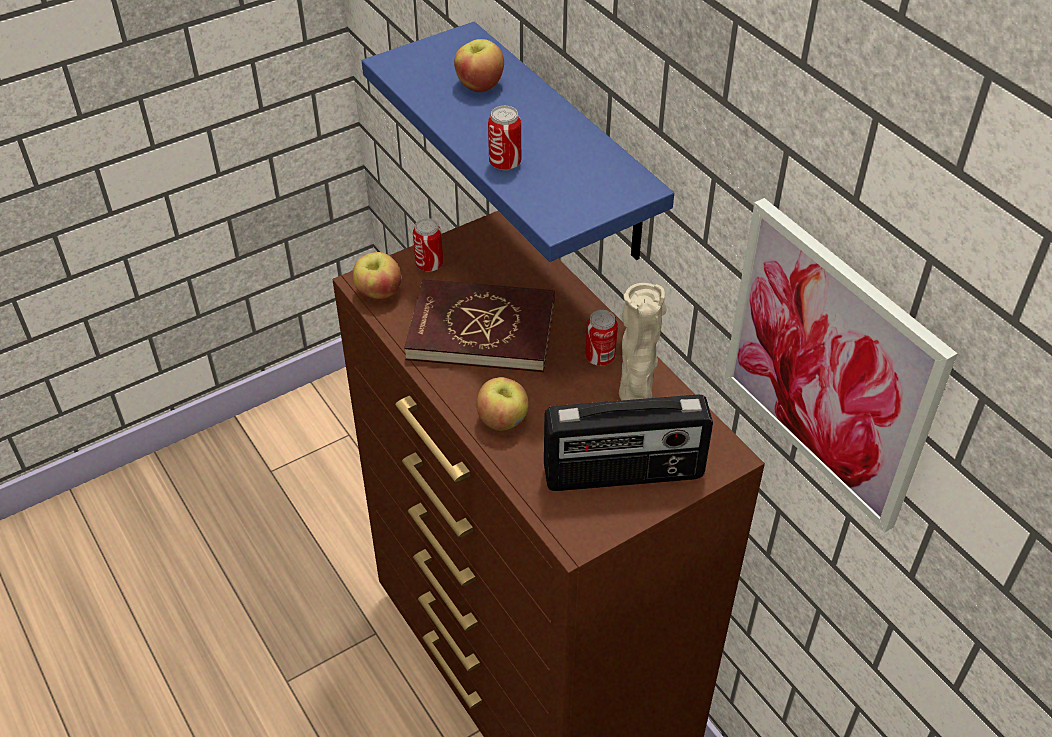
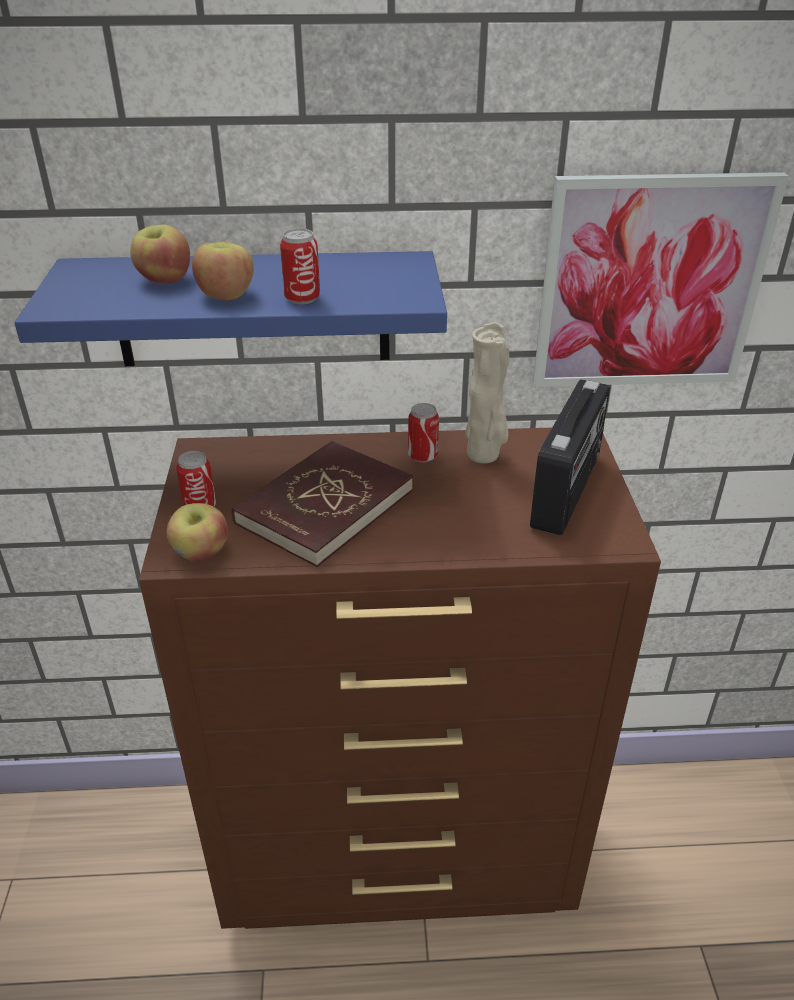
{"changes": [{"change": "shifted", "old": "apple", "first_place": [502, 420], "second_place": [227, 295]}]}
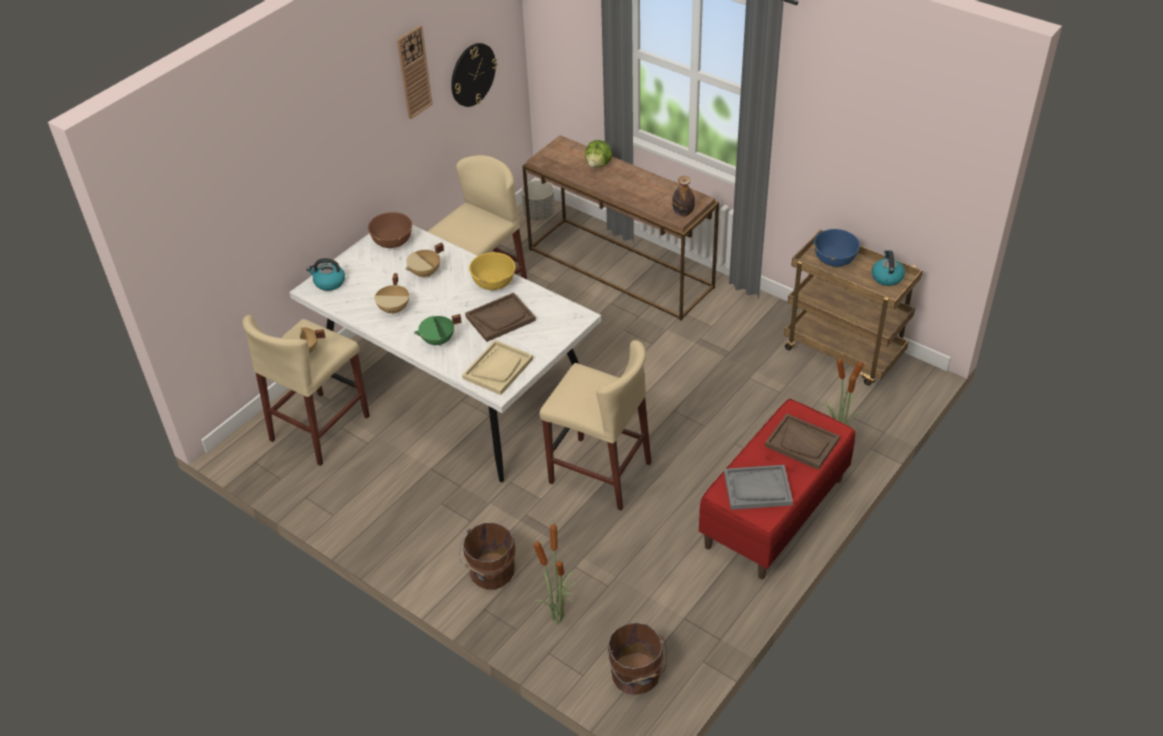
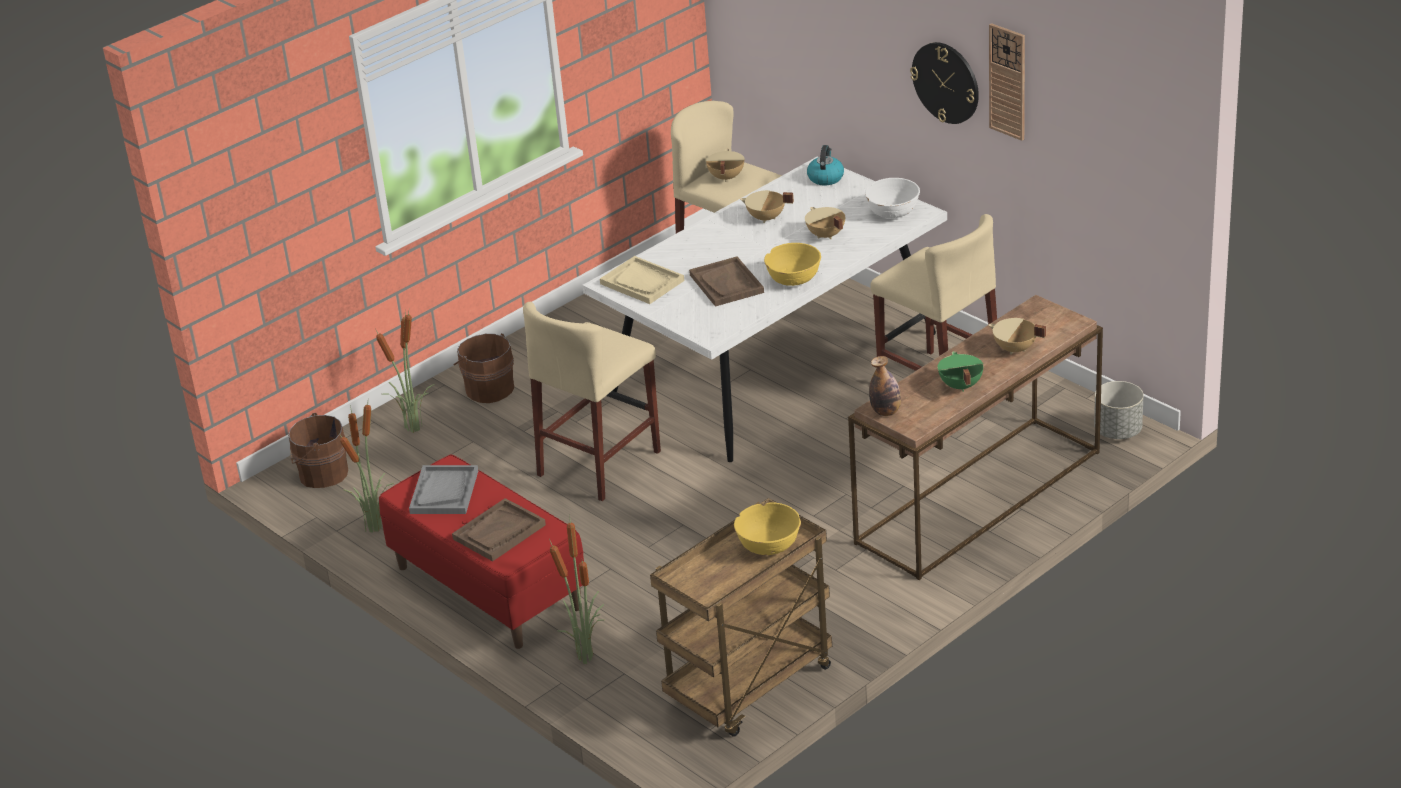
{"changes": [{"change": "new", "new": "potted plant", "second_place": [376, 528]}, {"change": "repainted", "old": "blue bowl", "new": "yellow bowl", "first_place": [834, 259], "second_place": [768, 546]}, {"change": "repainted", "old": "brown bowl", "new": "white bowl", "first_place": [392, 241], "second_place": [893, 213]}, {"change": "shifted", "old": "wall clock", "first_place": [472, 74], "second_place": [946, 82]}, {"change": "shifted", "old": "green cooking pot", "first_place": [438, 341], "second_place": [960, 386]}, {"change": "swapped", "old": "lettuce", "new": "beige cooking pot", "first_place": [598, 165], "second_place": [1015, 349]}, {"change": "gone", "old": "kettle", "first_place": [886, 277]}]}
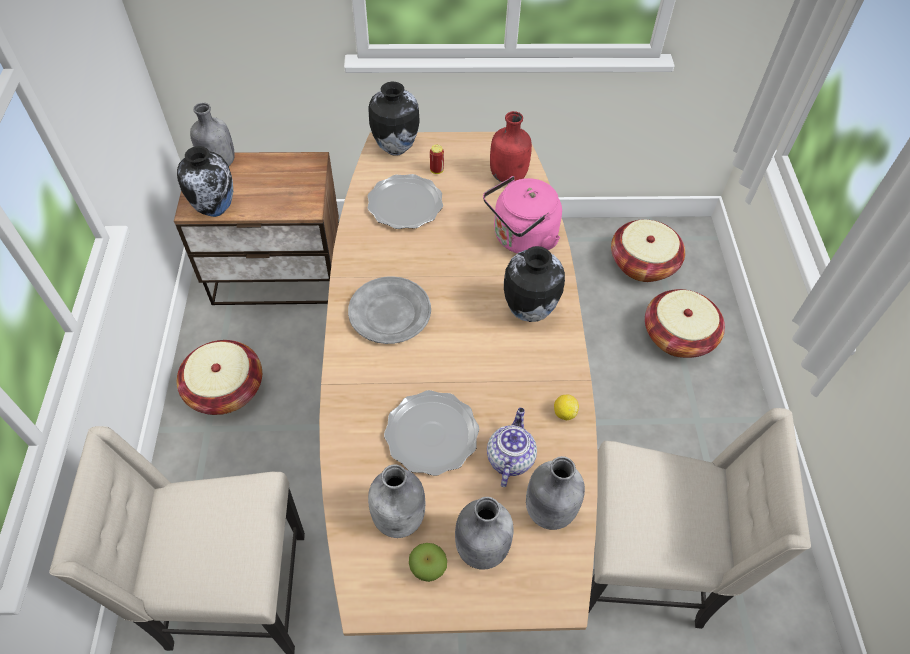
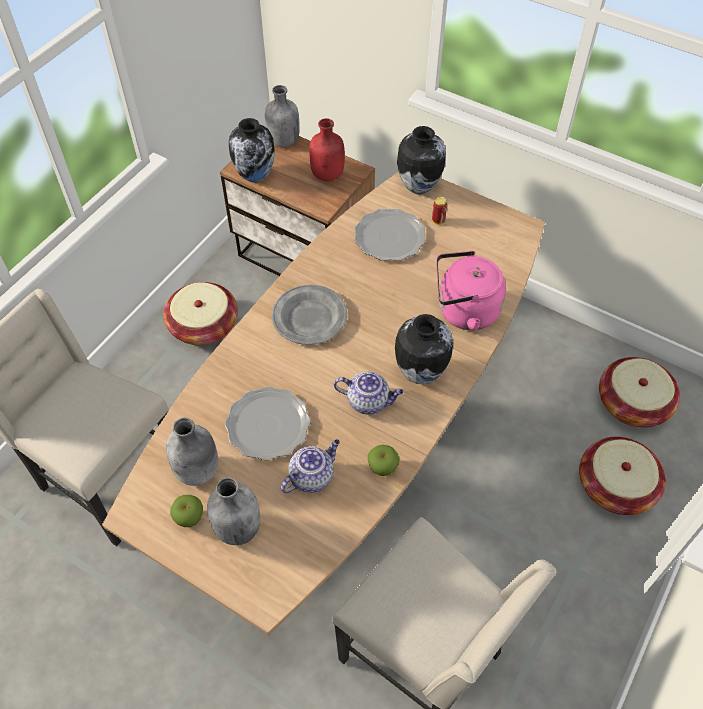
{"changes": [{"change": "shifted", "old": "red bottle", "first_place": [509, 175], "second_place": [328, 174]}, {"change": "new", "new": "teapot", "second_place": [369, 401]}, {"change": "swapped", "old": "lemon", "new": "apple", "first_place": [564, 413], "second_place": [382, 468]}, {"change": "gone", "old": "grey bottle", "first_place": [548, 510]}]}
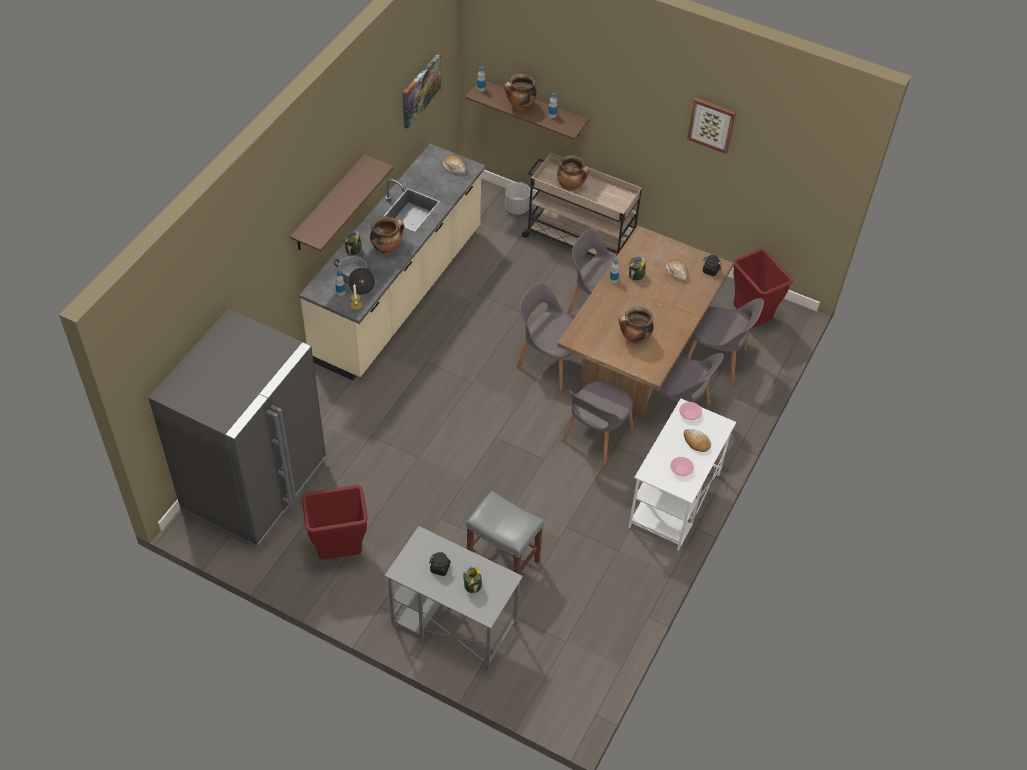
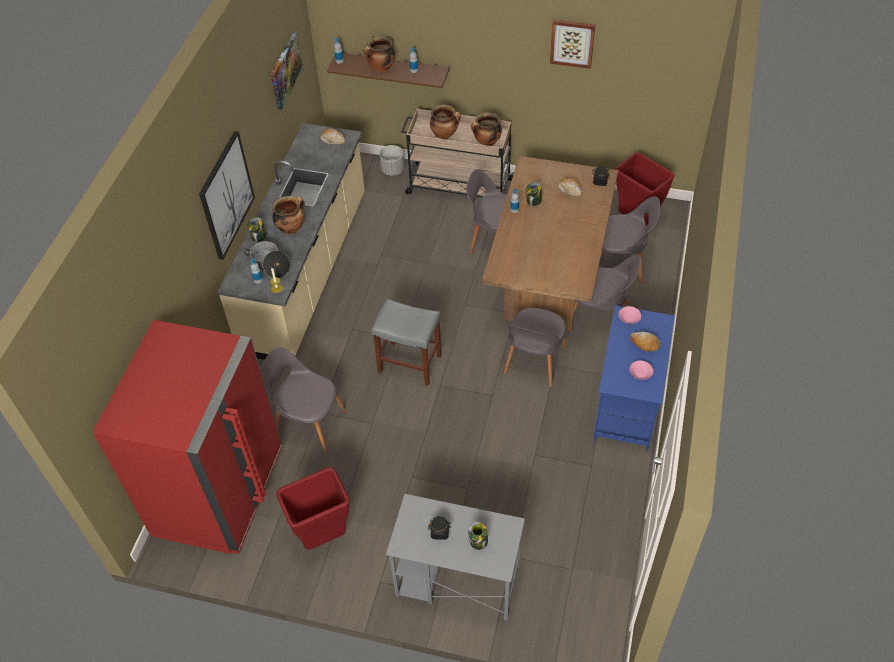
{"changes": [{"change": "repainted", "old": "grey fridge", "new": "red fridge", "first_place": [255, 486], "second_place": [220, 491]}, {"change": "swapped", "old": "brown shelf", "new": "picture", "first_place": [328, 204], "second_place": [226, 195]}, {"change": "shifted", "old": "grey chair", "first_place": [550, 362], "second_place": [308, 423]}, {"change": "shifted", "old": "grey stool", "first_place": [504, 562], "second_place": [411, 363]}, {"change": "shifted", "old": "cooking pot", "first_place": [634, 338], "second_place": [486, 143]}, {"change": "repainted", "old": "white desk", "new": "blue desk", "first_place": [674, 501], "second_place": [627, 405]}]}
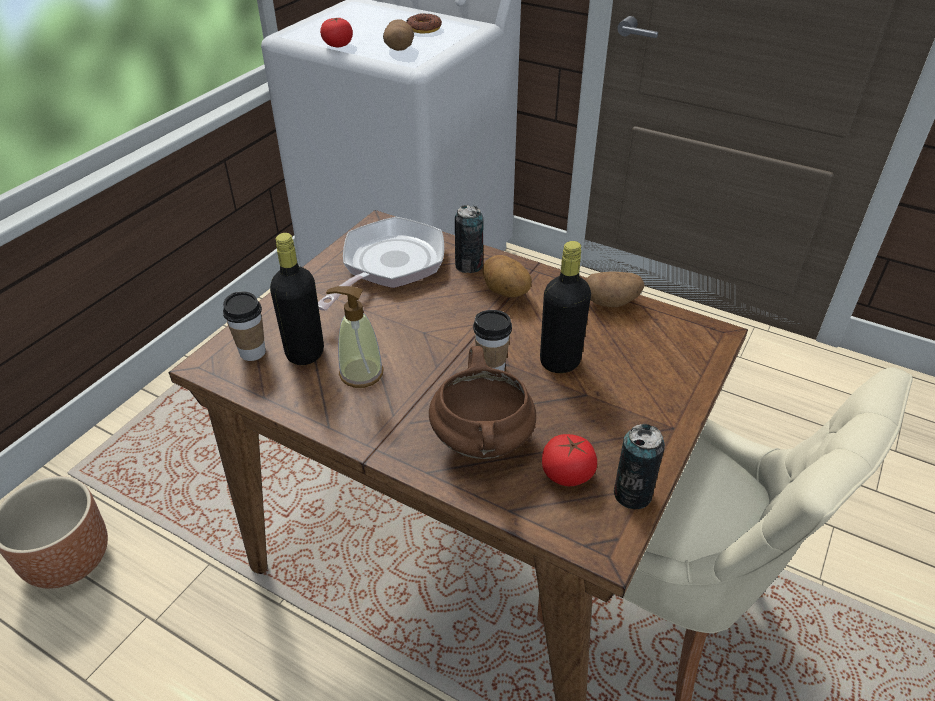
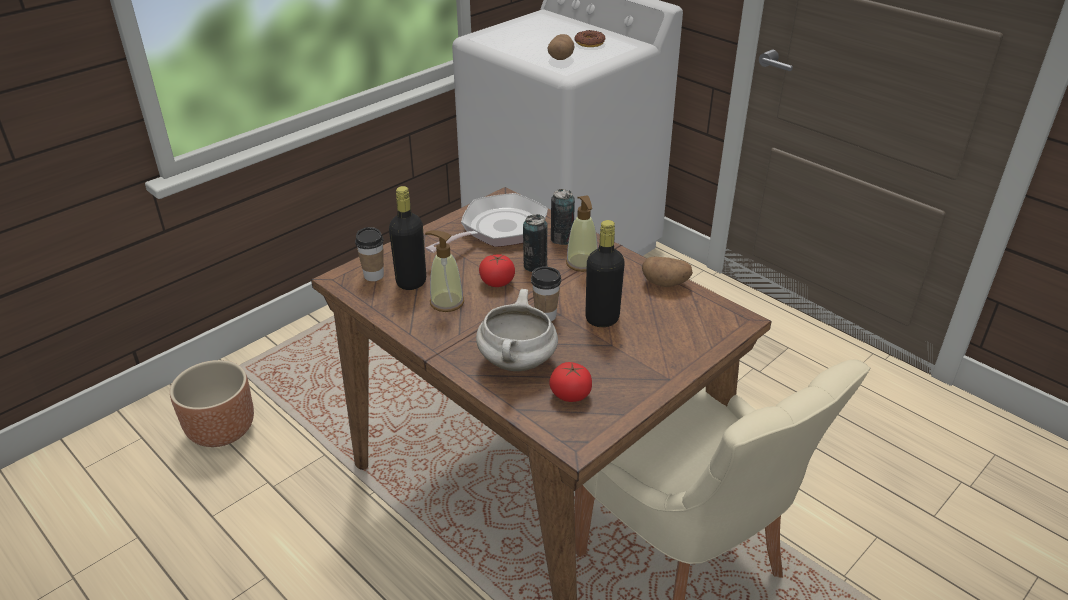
{"changes": [{"change": "repainted", "old": "brown cooking pot", "new": "white cooking pot", "first_place": [483, 441], "second_place": [518, 362]}, {"change": "shifted", "old": "tomato", "first_place": [338, 45], "second_place": [497, 282]}, {"change": "shifted", "old": "can", "first_place": [632, 494], "second_place": [535, 265]}, {"change": "swapped", "old": "potato", "new": "soap dispenser", "first_place": [505, 293], "second_place": [582, 263]}]}
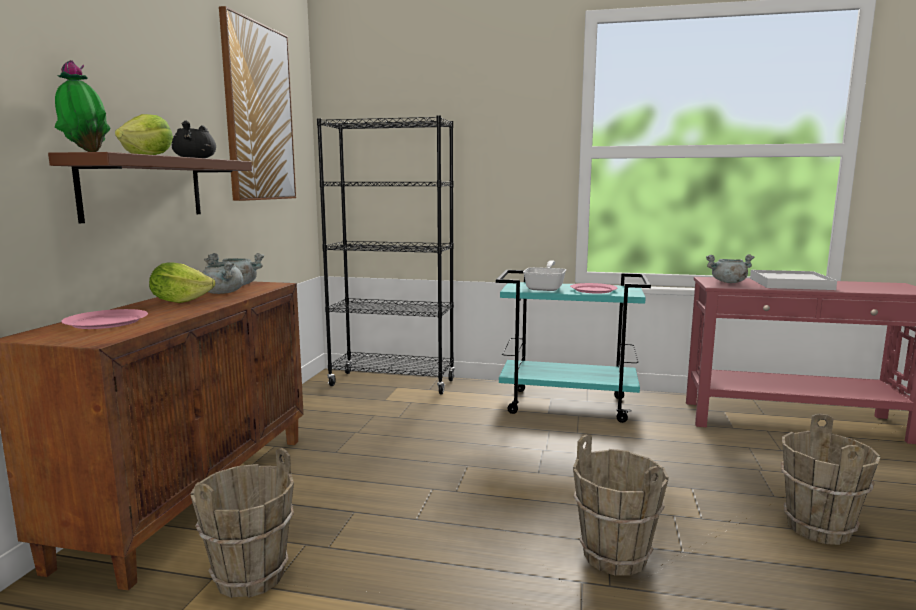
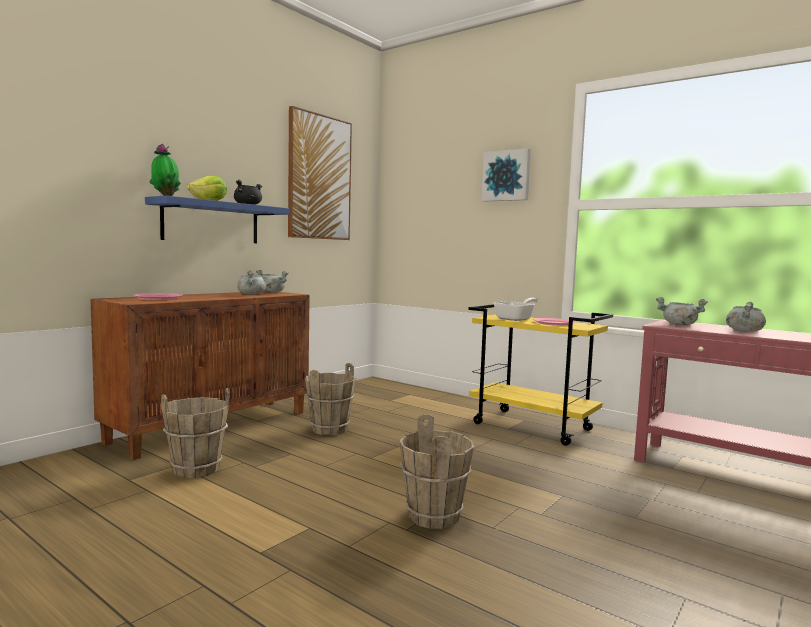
{"changes": [{"change": "repainted", "old": "brown shelf", "new": "blue shelf", "first_place": [143, 188], "second_place": [211, 222]}, {"change": "shifted", "old": "brown bucket", "first_place": [817, 528], "second_place": [329, 429]}, {"change": "repainted", "old": "turquoise cart", "new": "yellow cart", "first_place": [568, 405], "second_place": [533, 427]}, {"change": "new", "new": "picture", "second_place": [506, 176]}, {"change": "swapped", "old": "white tray", "new": "grey cooking pot", "first_place": [790, 284], "second_place": [744, 331]}, {"change": "gone", "old": "lettuce", "first_place": [180, 301]}, {"change": "gone", "old": "black bookcase", "first_place": [392, 383]}]}
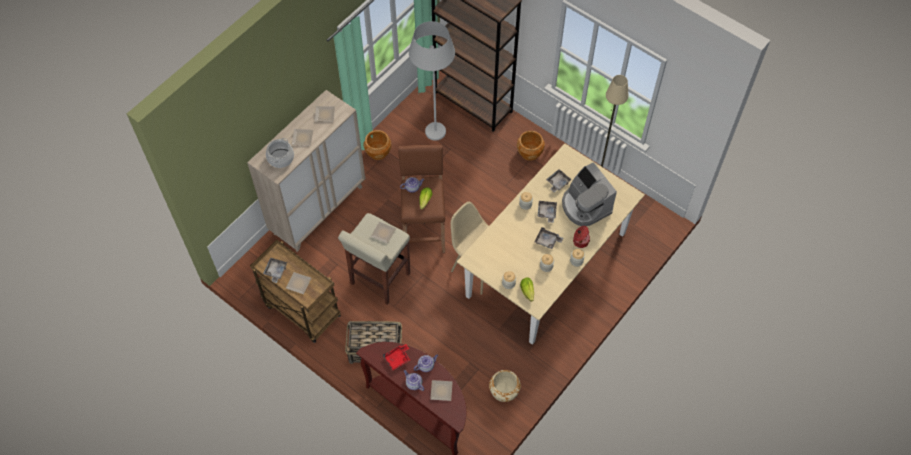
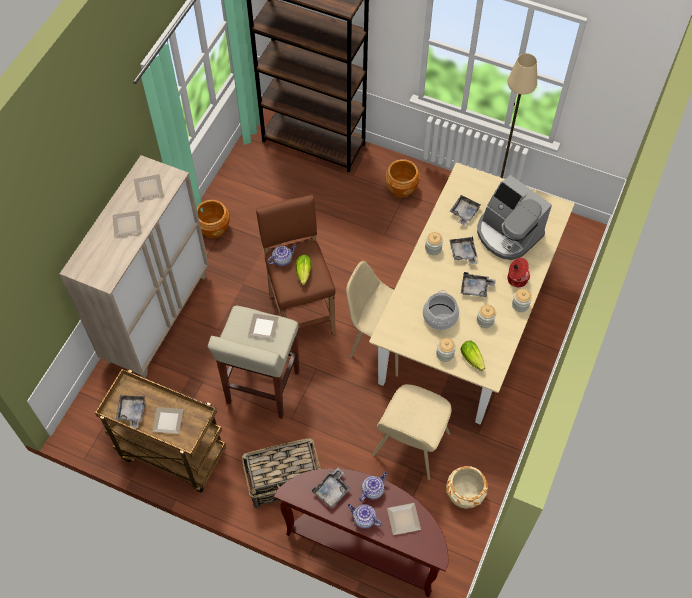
{"changes": [{"change": "repainted", "old": "red tray", "new": "grey tray", "first_place": [397, 359], "second_place": [332, 490]}, {"change": "new", "new": "beige chair", "second_place": [410, 446]}, {"change": "shifted", "old": "cooking pot", "first_place": [281, 158], "second_place": [440, 316]}, {"change": "gone", "old": "white floor lamp", "first_place": [433, 122]}]}
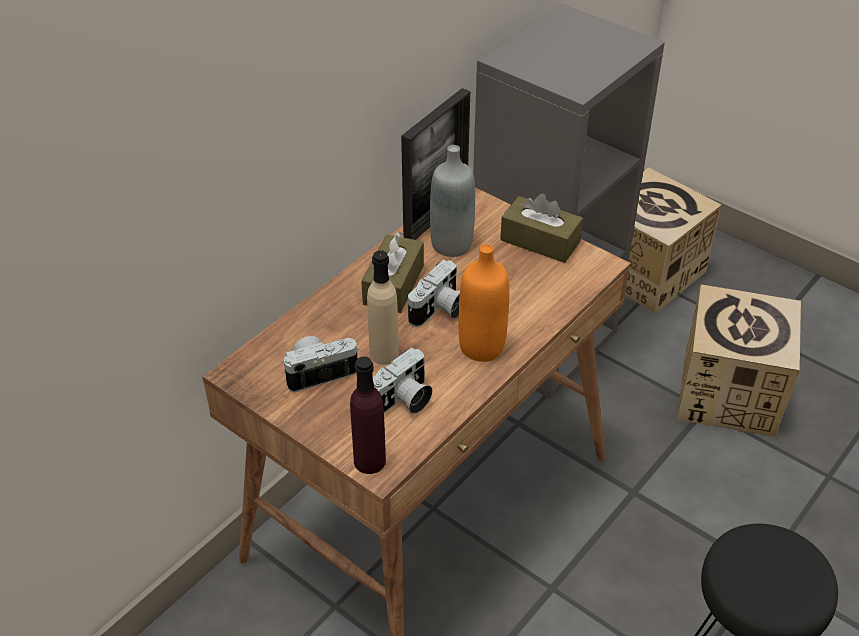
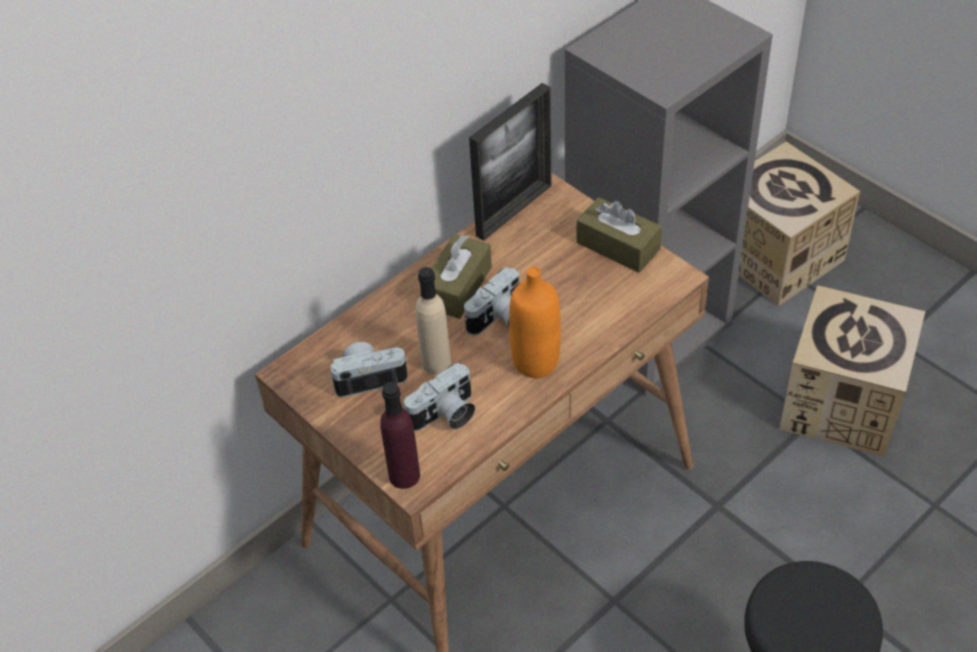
{"changes": [{"change": "gone", "old": "grey bottle", "first_place": [451, 245]}]}
